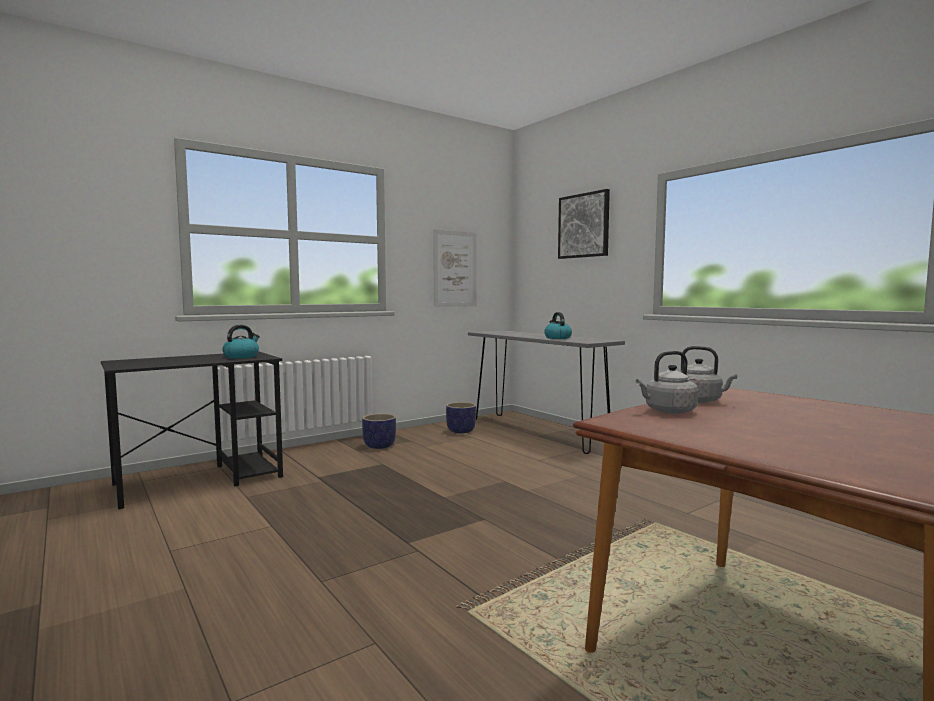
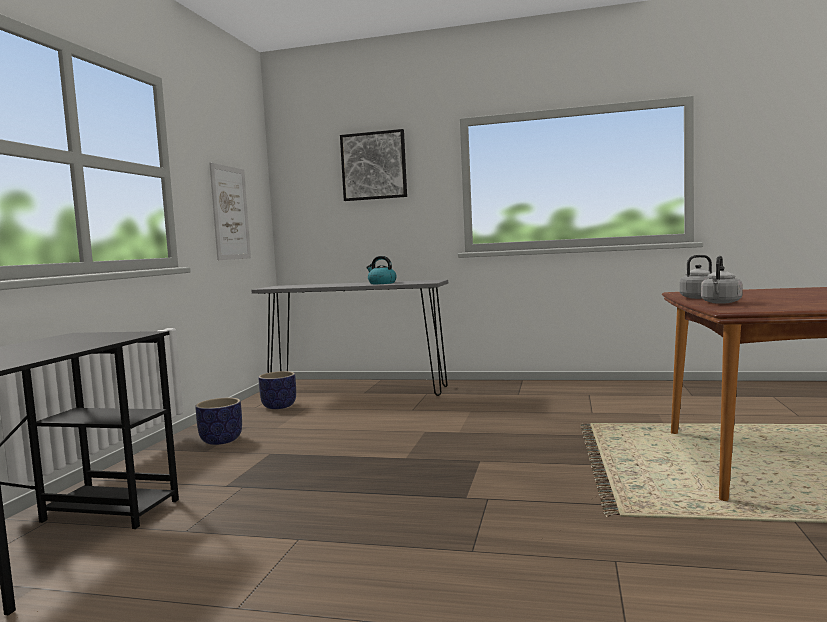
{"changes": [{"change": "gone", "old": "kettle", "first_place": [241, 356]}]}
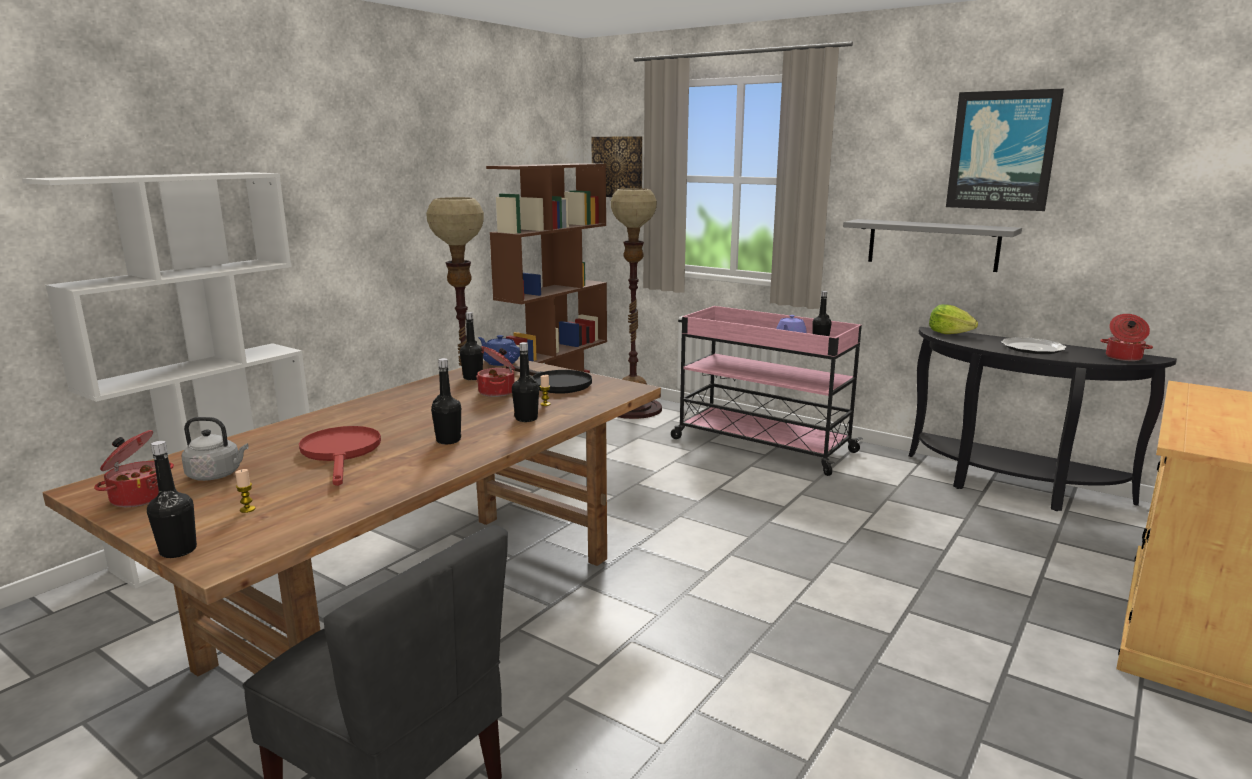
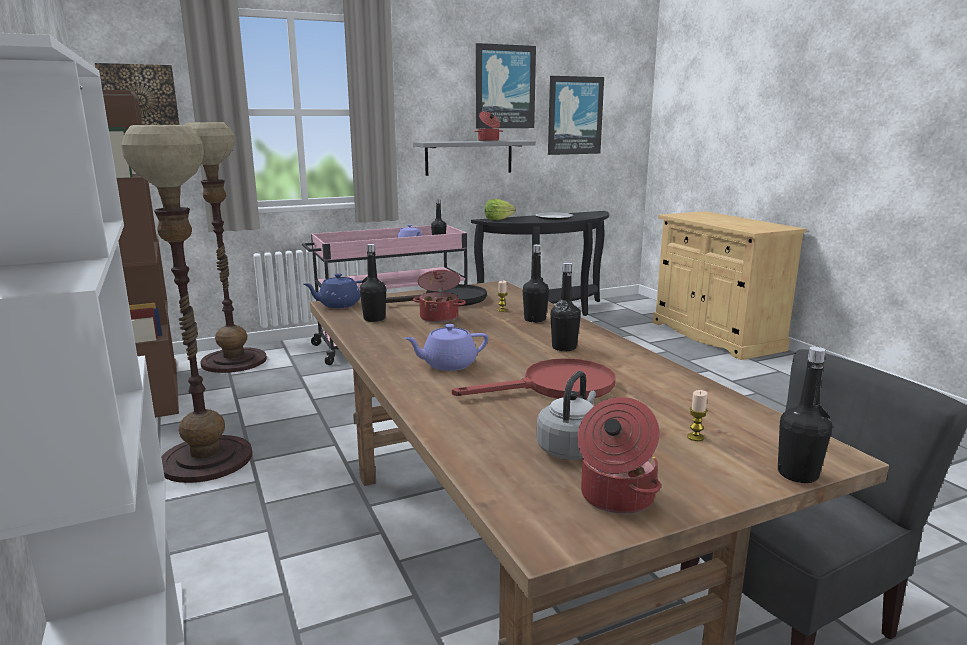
{"changes": [{"change": "new", "new": "purple teapot", "second_place": [448, 365]}, {"change": "rotated", "old": "red frying pan", "first_place": [341, 453], "second_place": [556, 387], "degrees": 150}, {"change": "shifted", "old": "cooking pot", "first_place": [1123, 358], "second_place": [488, 141]}, {"change": "new", "new": "picture", "second_place": [574, 115]}]}
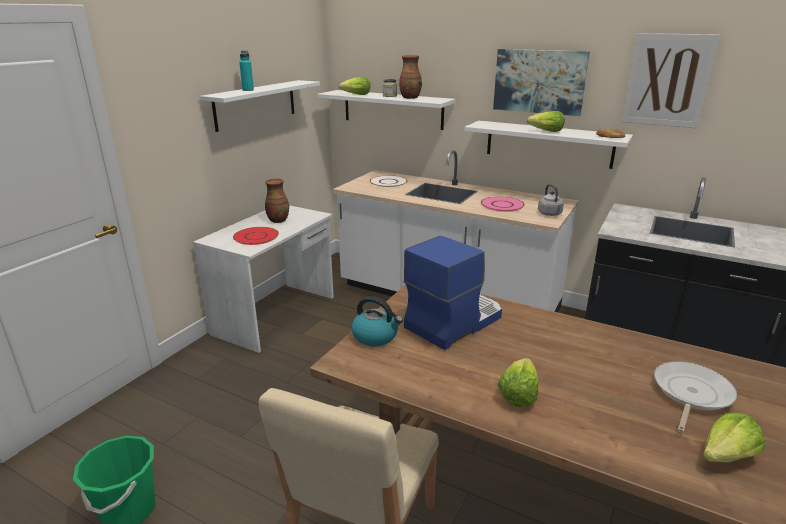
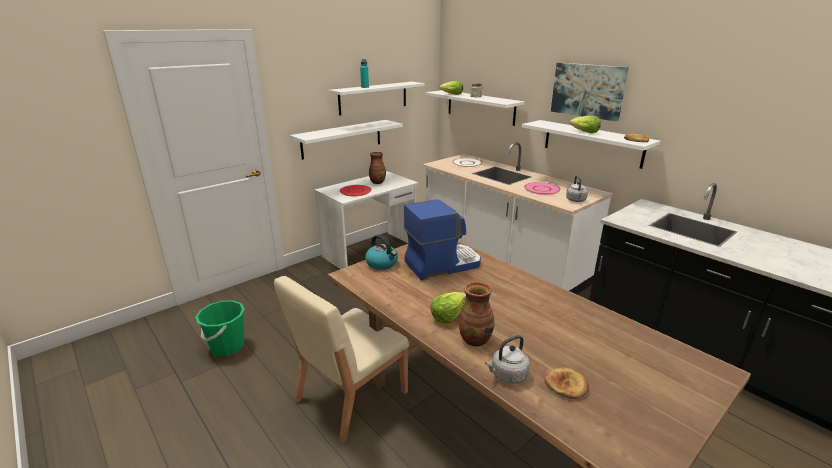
{"changes": [{"change": "new", "new": "white shelf", "second_place": [342, 139]}, {"change": "shifted", "old": "vase", "first_place": [410, 98], "second_place": [475, 339]}, {"change": "new", "new": "grey kettle", "second_place": [507, 375]}, {"change": "swapped", "old": "lettuce", "new": "bread", "first_place": [727, 456], "second_place": [566, 385]}, {"change": "gone", "old": "picture", "first_place": [667, 80]}, {"change": "gone", "old": "frying pan", "first_place": [690, 394]}]}
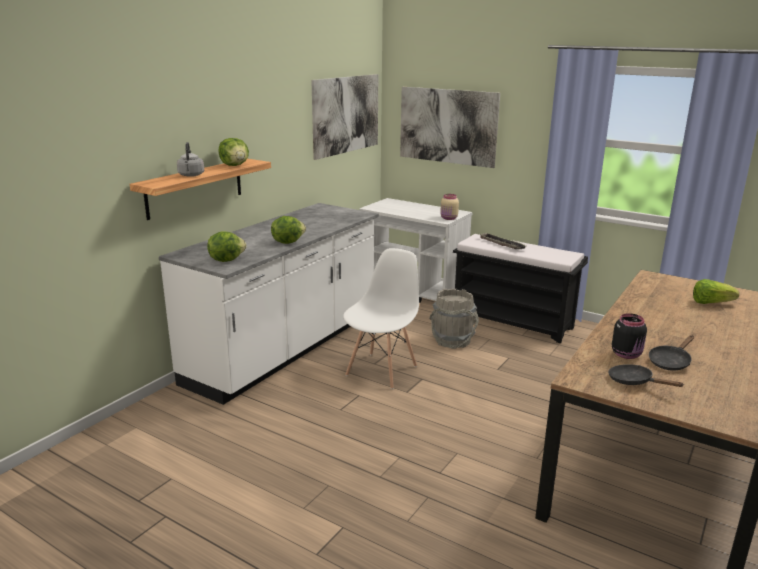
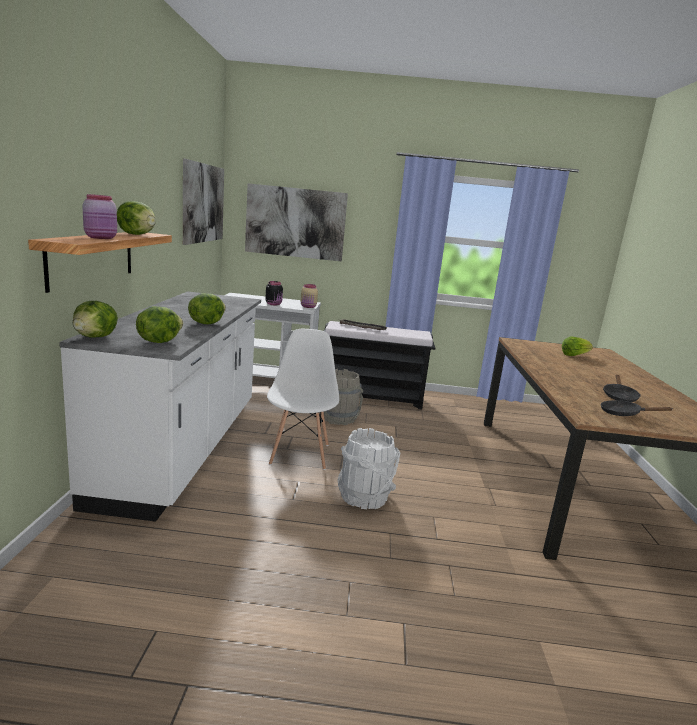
{"changes": [{"change": "new", "new": "lettuce", "second_place": [96, 337]}, {"change": "swapped", "old": "grey kettle", "new": "pink jar", "first_place": [191, 175], "second_place": [101, 238]}, {"change": "shifted", "old": "black jar", "first_place": [627, 354], "second_place": [274, 304]}, {"change": "new", "new": "white bucket", "second_place": [364, 497]}]}
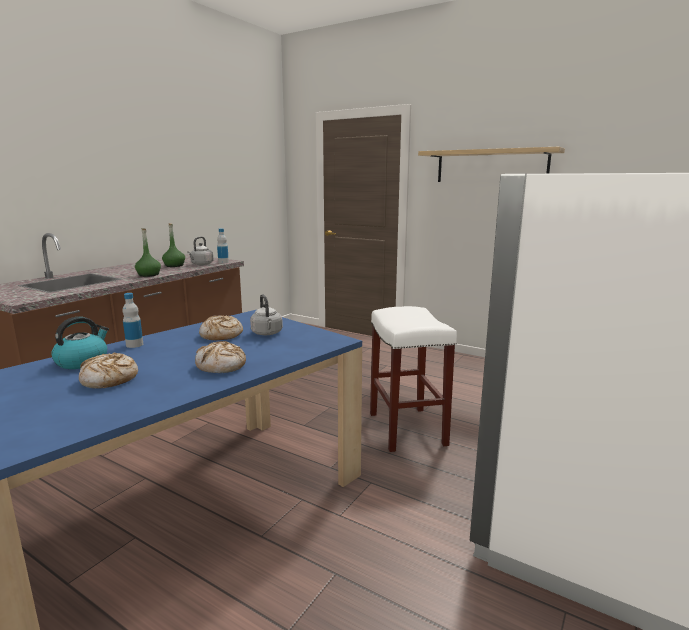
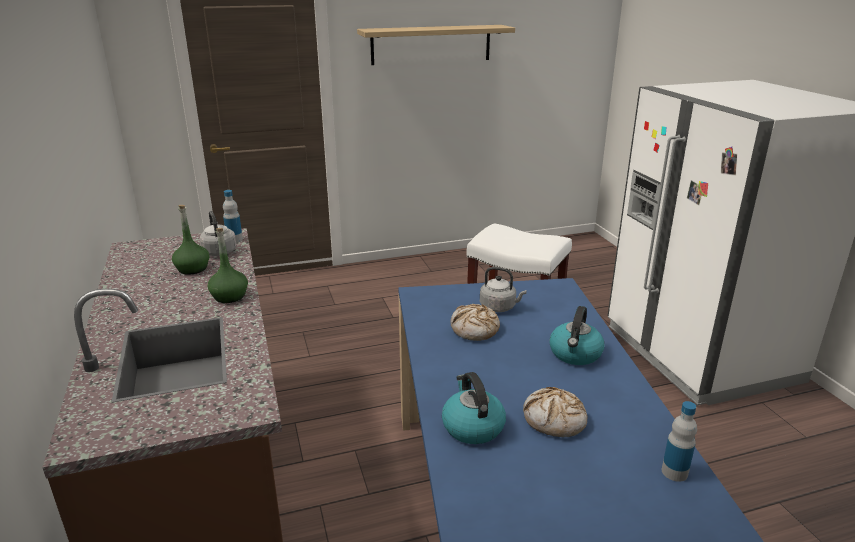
{"changes": [{"change": "swapped", "old": "bread", "new": "kettle", "first_place": [221, 366], "second_place": [575, 354]}, {"change": "shifted", "old": "bottle", "first_place": [134, 345], "second_place": [674, 472]}]}
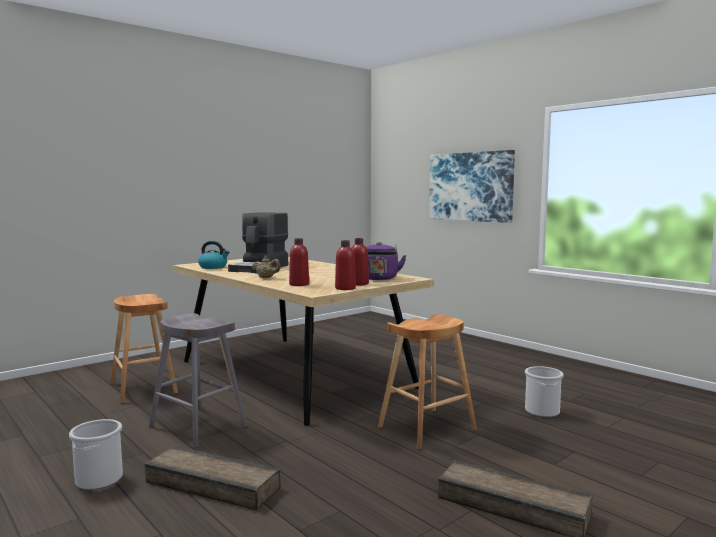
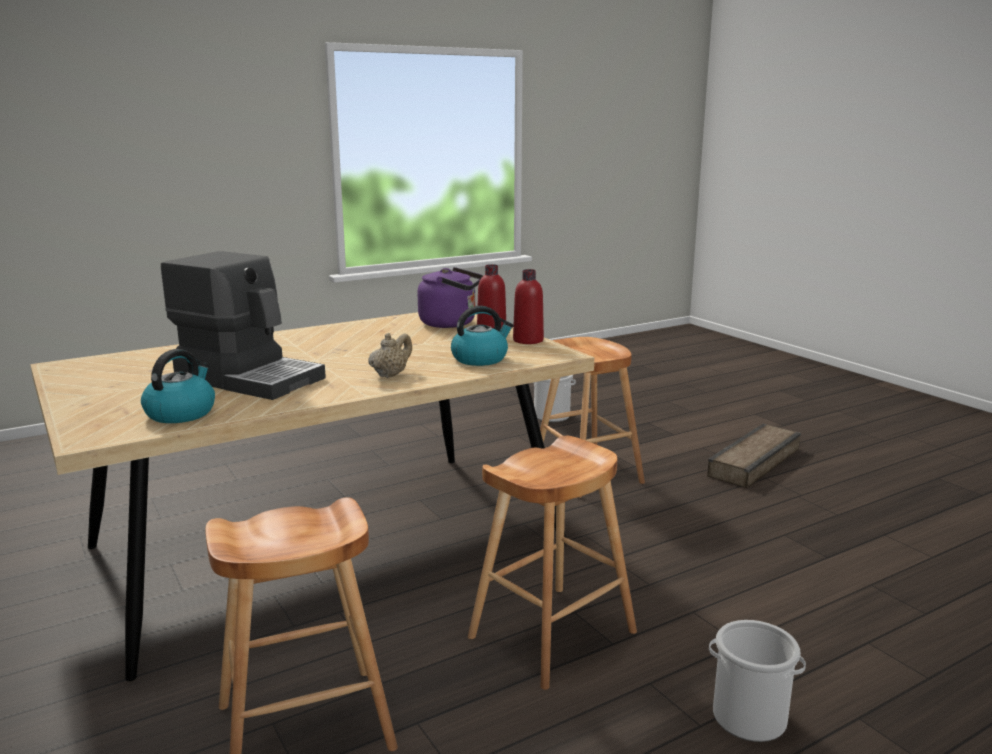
{"changes": [{"change": "swapped", "old": "red bottle", "new": "kettle", "first_place": [299, 284], "second_place": [480, 359]}, {"change": "repainted", "old": "grey stool", "new": "brown stool", "first_place": [198, 427], "second_place": [553, 634]}, {"change": "gone", "old": "crate", "first_place": [211, 485]}, {"change": "gone", "old": "picture", "first_place": [470, 186]}]}
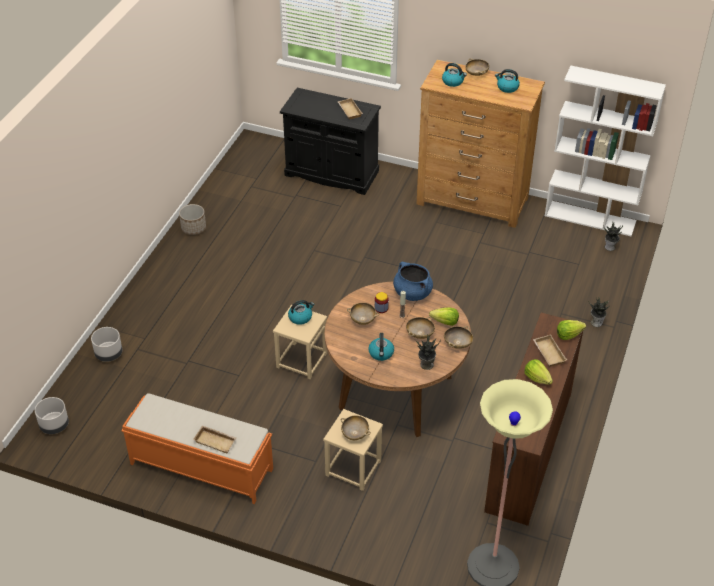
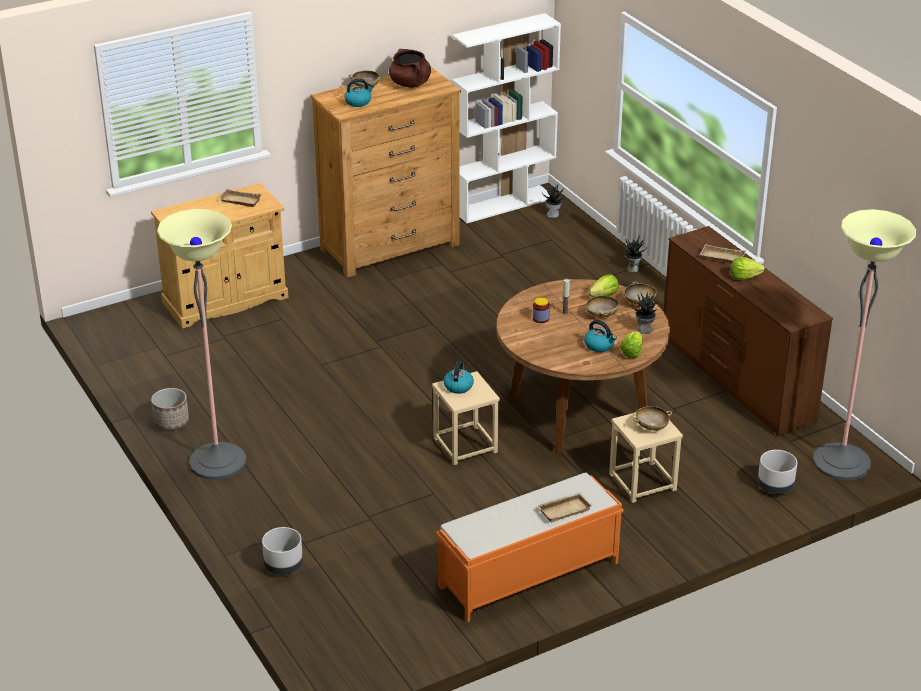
{"changes": [{"change": "repainted", "old": "black cabinet", "new": "beige cabinet", "first_place": [331, 173], "second_place": [225, 300]}, {"change": "new", "new": "floor lamp", "second_place": [217, 462]}, {"change": "swapped", "old": "kettle", "new": "brown cooking pot", "first_place": [507, 87], "second_place": [410, 84]}, {"change": "shifted", "old": "lettuce", "first_place": [568, 335], "second_place": [632, 352]}, {"change": "shifted", "old": "grey planter", "first_place": [54, 425], "second_place": [775, 486]}, {"change": "gone", "old": "beige bowl", "first_place": [362, 319]}, {"change": "gone", "old": "blue cooking pot", "first_place": [412, 293]}]}
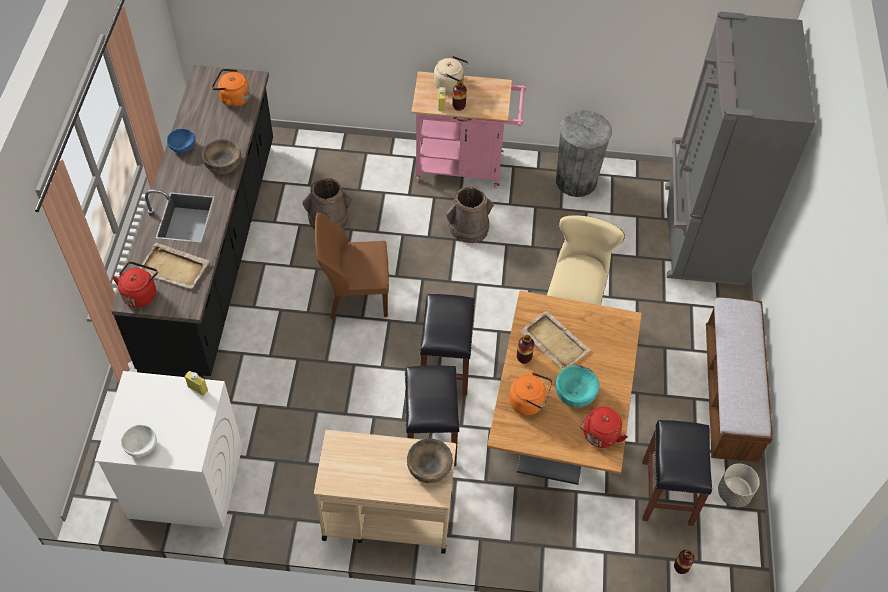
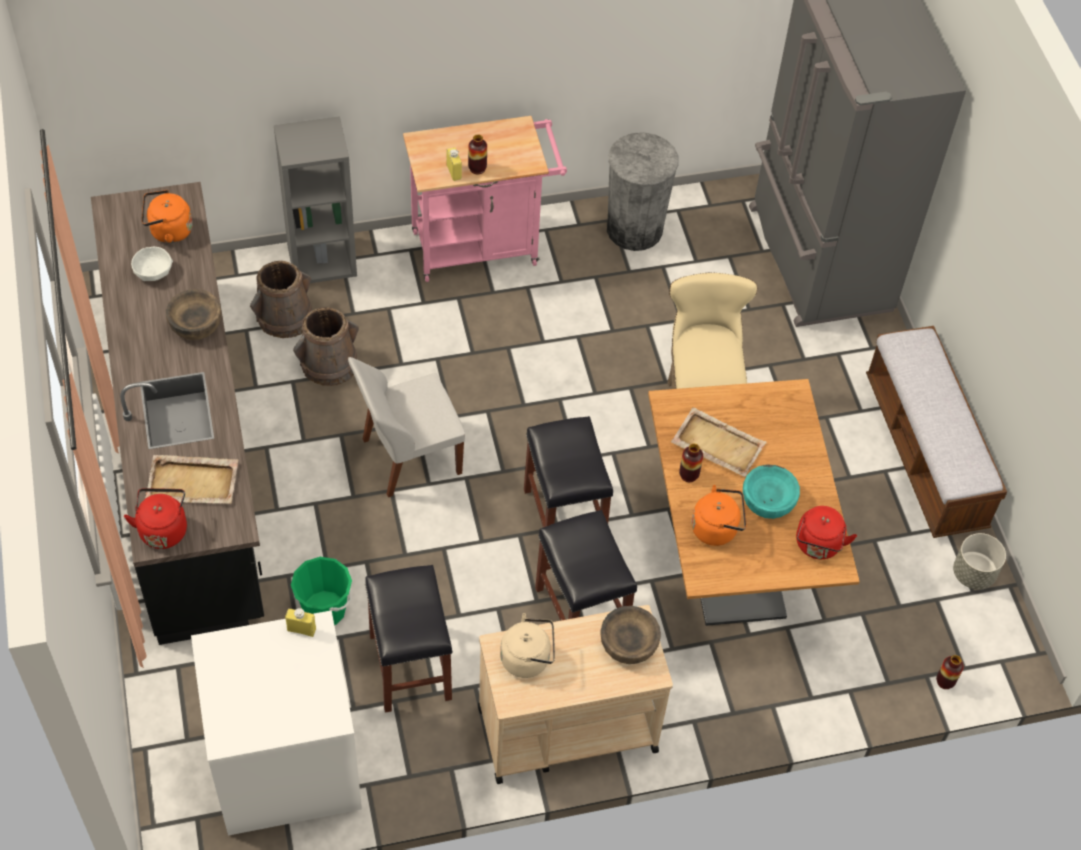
{"changes": [{"change": "shifted", "old": "white bowl", "first_place": [141, 446], "second_place": [153, 272]}, {"change": "shifted", "old": "brown bucket", "first_place": [469, 227], "second_place": [284, 317]}, {"change": "new", "new": "grey bookcase", "second_place": [322, 260]}, {"change": "new", "new": "green bucket", "second_place": [324, 609]}, {"change": "repainted", "old": "brown chair", "new": "white chair", "first_place": [356, 295], "second_place": [408, 457]}, {"change": "shifted", "old": "black stool", "first_place": [667, 493], "second_place": [411, 668]}, {"change": "shifted", "old": "beige kettle", "first_place": [450, 85], "second_place": [528, 658]}, {"change": "gone", "old": "blue bowl", "first_place": [182, 147]}]}
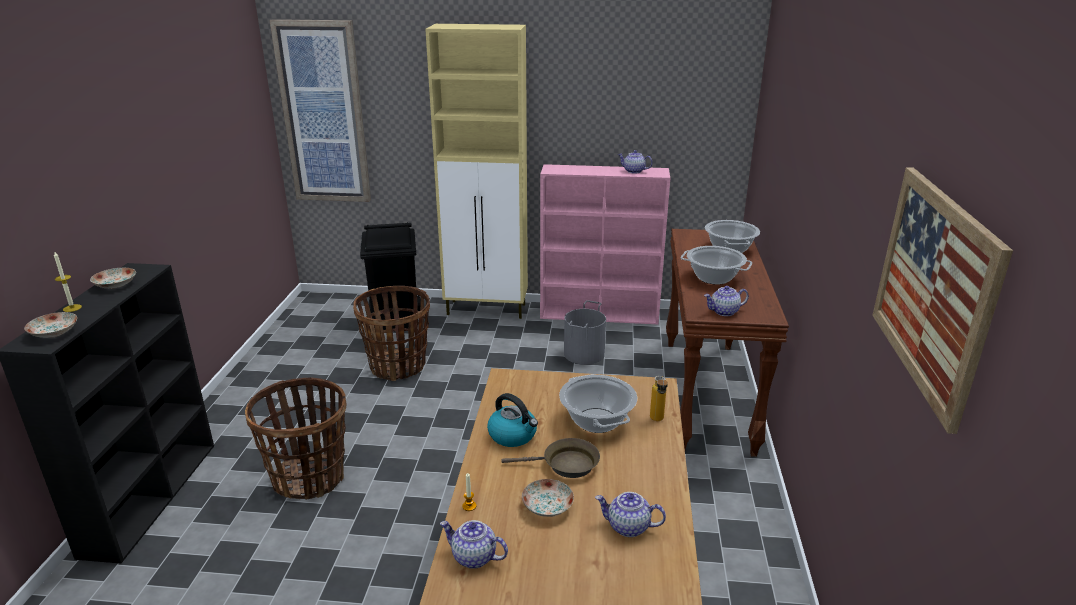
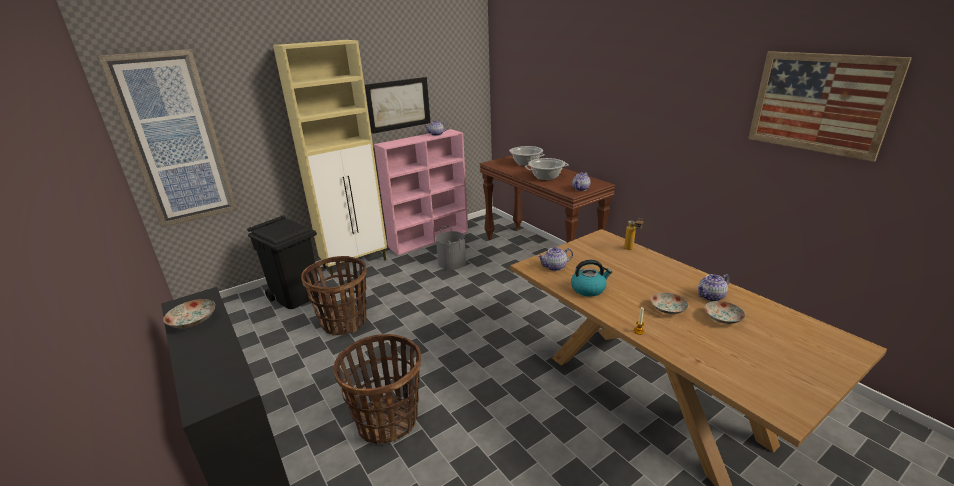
{"changes": [{"change": "new", "new": "picture", "second_place": [398, 104]}, {"change": "shifted", "old": "teapot", "first_place": [473, 557], "second_place": [554, 267]}, {"change": "shifted", "old": "plate", "first_place": [53, 333], "second_place": [722, 318]}, {"change": "gone", "old": "candle", "first_place": [72, 308]}, {"change": "gone", "old": "brown frying pan", "first_place": [566, 465]}, {"change": "gone", "old": "cooking pot", "first_place": [597, 421]}]}
